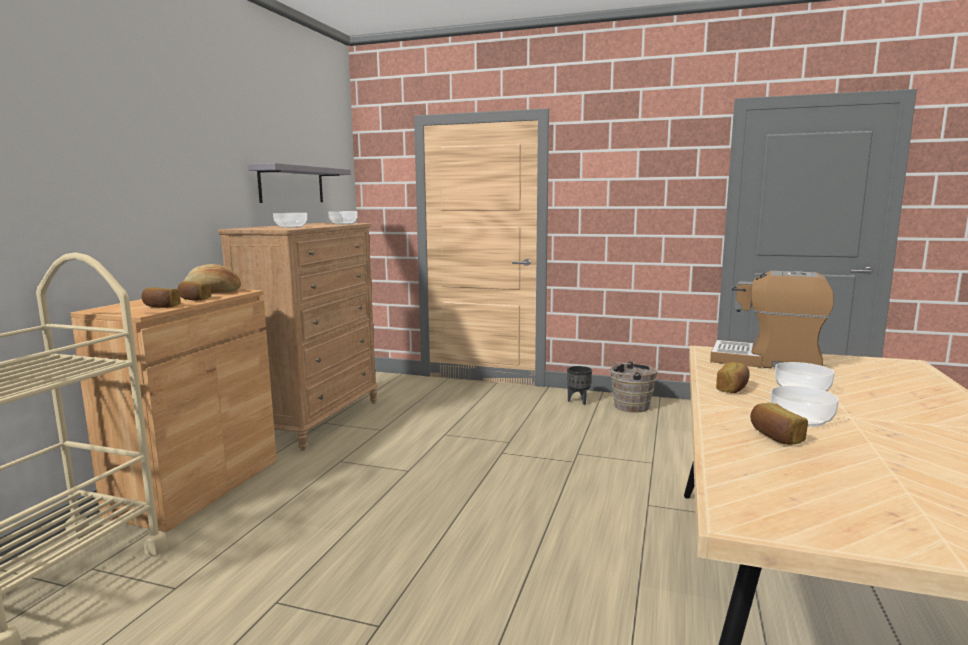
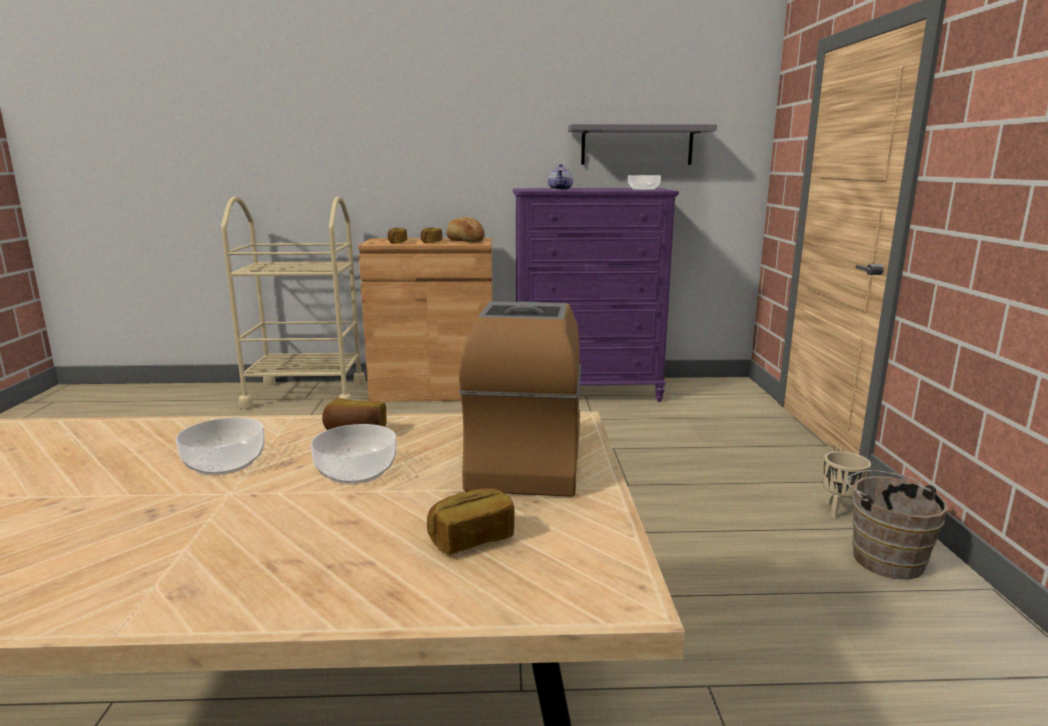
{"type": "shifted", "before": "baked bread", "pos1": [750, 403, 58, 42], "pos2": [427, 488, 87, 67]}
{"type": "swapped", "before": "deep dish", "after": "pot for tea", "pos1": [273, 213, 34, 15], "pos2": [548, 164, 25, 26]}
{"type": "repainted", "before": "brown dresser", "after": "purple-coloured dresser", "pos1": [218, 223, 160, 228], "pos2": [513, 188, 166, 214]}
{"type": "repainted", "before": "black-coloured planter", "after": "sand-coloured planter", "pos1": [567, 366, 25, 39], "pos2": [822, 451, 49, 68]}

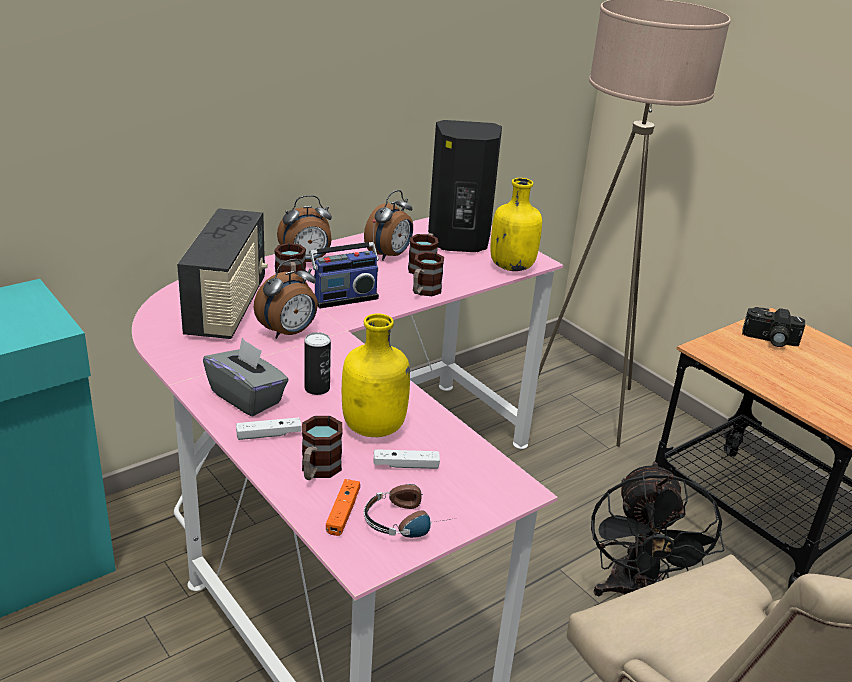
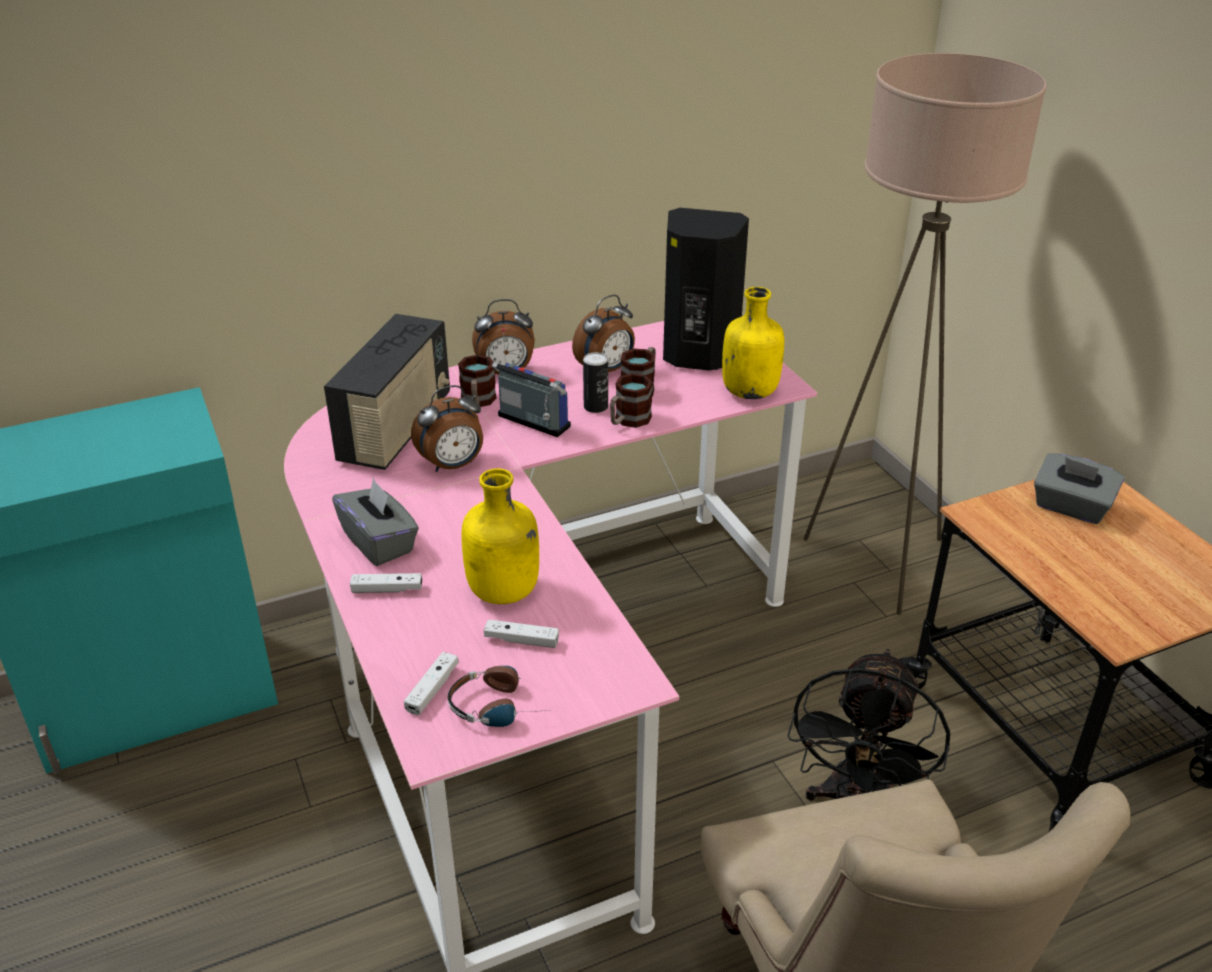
{"type": "gone", "before": "mug", "pos1": [302, 416, 41, 64]}
{"type": "shifted", "before": "can", "pos1": [304, 332, 27, 63], "pos2": [583, 352, 25, 61]}
{"type": "swapped", "before": "photo camera", "after": "grey tissue holder", "pos1": [742, 307, 63, 40], "pos2": [1034, 453, 91, 71]}
{"type": "repainted", "before": "orange joypad", "after": "white-coloured joypad", "pos1": [326, 479, 34, 57], "pos2": [404, 652, 55, 63]}
{"type": "rotated", "before": "radio", "pos1": [310, 219, 69, 90], "pos2": [492, 328, 79, 109], "turn": -135}

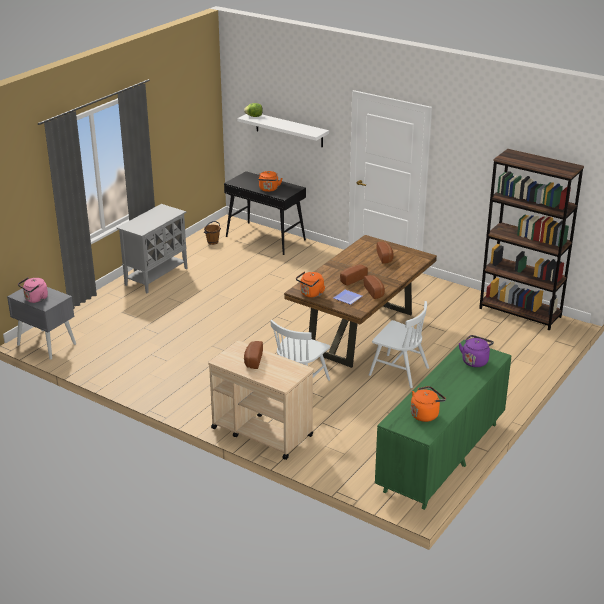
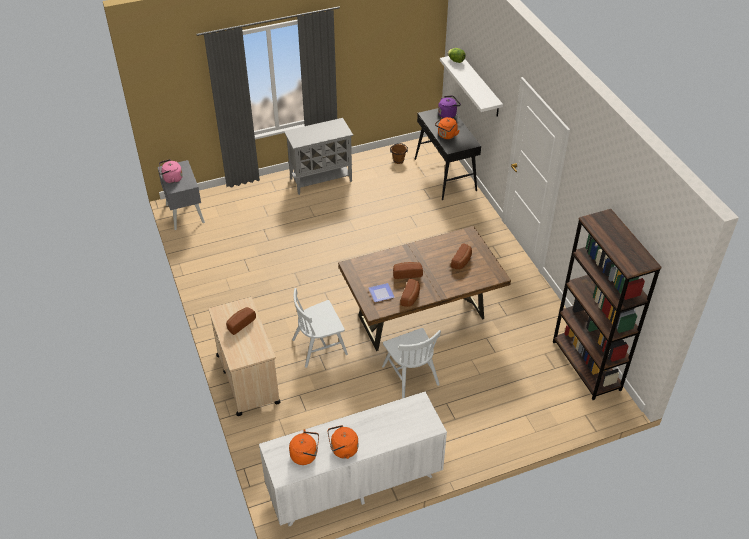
{"type": "shifted", "before": "orange water kettle", "pos1": [296, 271, 29, 27], "pos2": [328, 425, 30, 34]}
{"type": "shifted", "before": "purple-coloured water kettle", "pos1": [459, 335, 35, 32], "pos2": [438, 96, 23, 22]}
{"type": "repainted", "before": "greenish dresser", "after": "white-coloured dresser", "pos1": [375, 340, 137, 170], "pos2": [259, 392, 188, 134]}

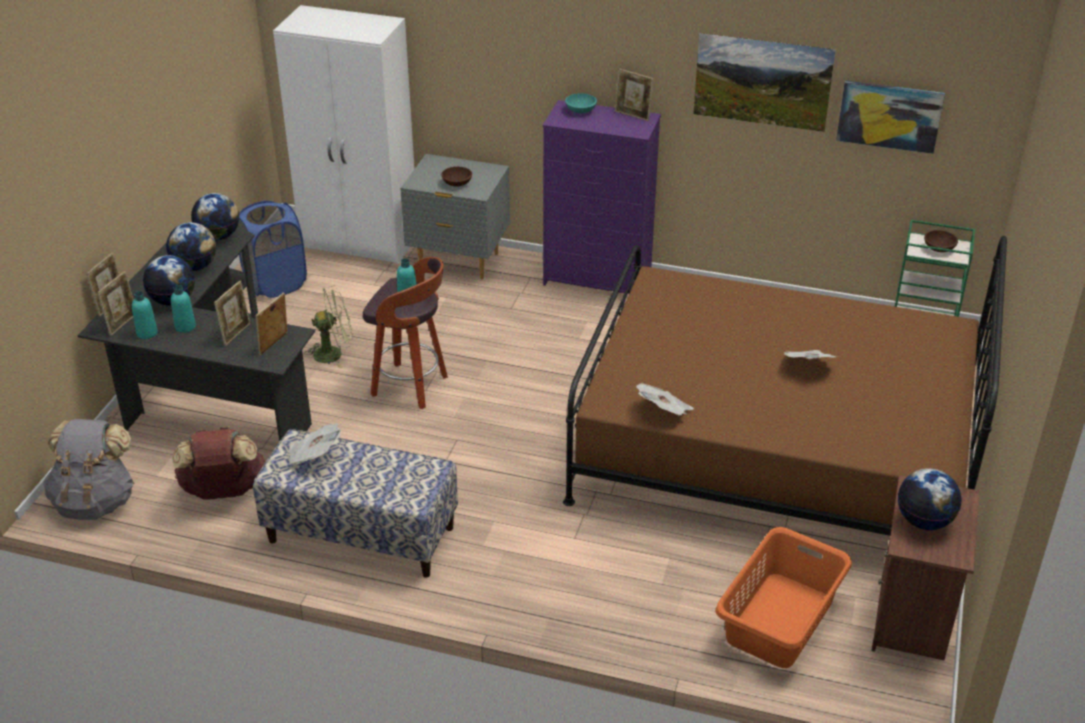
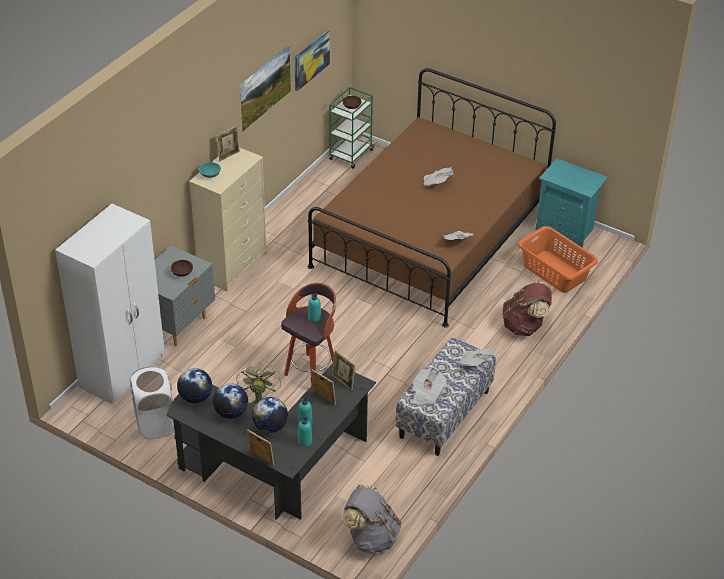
{"type": "gone", "before": "photo frame", "pos1": [97, 271, 37, 65]}
{"type": "gone", "before": "globe", "pos1": [898, 468, 64, 62]}
{"type": "new", "after": "printed paper", "pos2": [458, 348, 35, 18]}
{"type": "shifted", "before": "brown rucksack", "pos1": [172, 427, 93, 73], "pos2": [502, 281, 50, 55]}
{"type": "repainted", "before": "blue-coloured laundry basket", "after": "white-coloured laundry basket", "pos1": [237, 200, 70, 98], "pos2": [130, 366, 44, 74]}
{"type": "repainted", "before": "purple-coloured dresser", "after": "sand-coloured dresser", "pos1": [543, 100, 118, 194], "pos2": [189, 147, 78, 144]}
{"type": "repainted", "before": "brown bedside table", "after": "blue-green bedside table", "pos1": [872, 475, 108, 185], "pos2": [535, 158, 73, 90]}

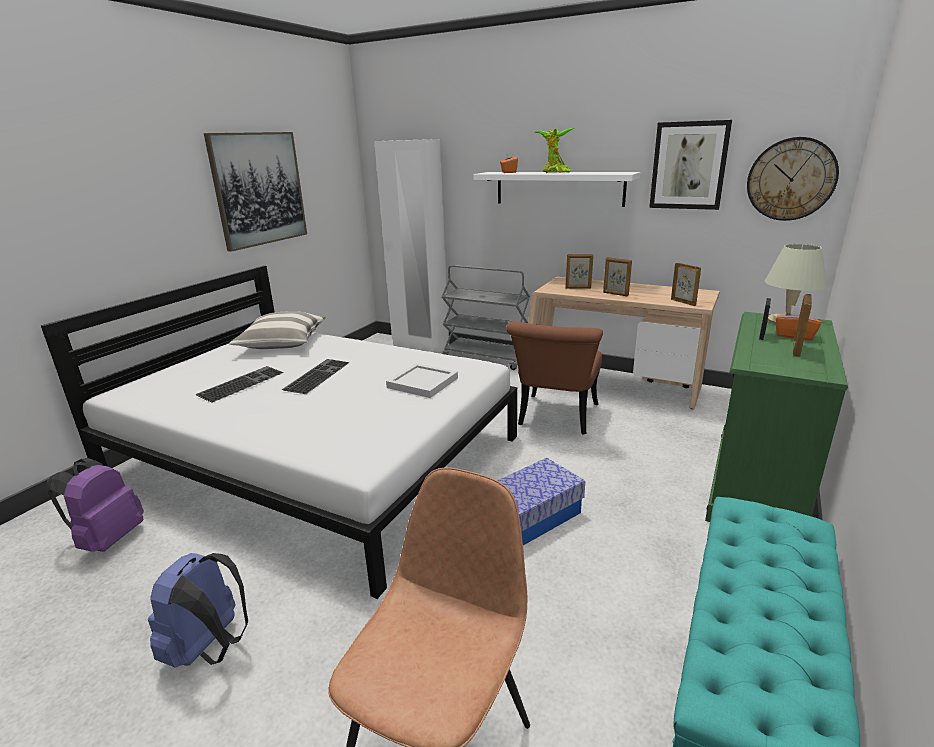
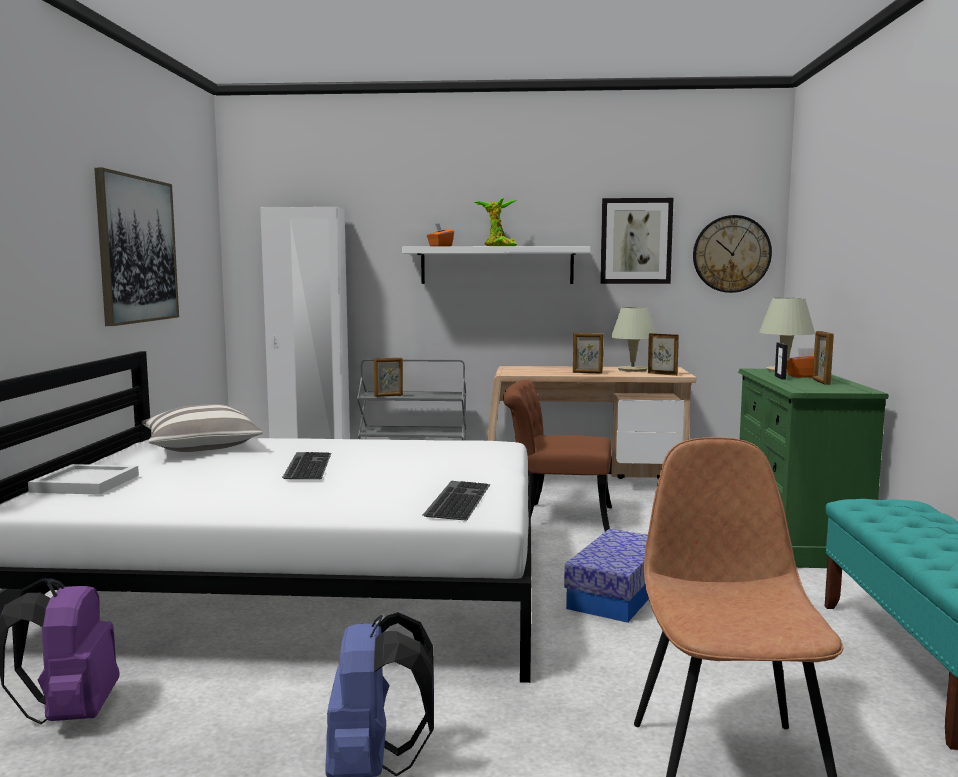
{"type": "new", "after": "sand-coloured lamp for a table", "pos2": [611, 307, 44, 65]}
{"type": "shifted", "before": "keyboard", "pos1": [195, 366, 89, 37], "pos2": [423, 481, 67, 40]}
{"type": "shifted", "before": "white-coloured tray", "pos1": [386, 363, 72, 35], "pos2": [28, 464, 111, 31]}
{"type": "shifted", "before": "photo frame", "pos1": [565, 254, 28, 35], "pos2": [374, 358, 29, 39]}
{"type": "rotated", "before": "brown plain chair", "pos1": [506, 321, 97, 114], "pos2": [503, 380, 109, 152], "turn": 105}

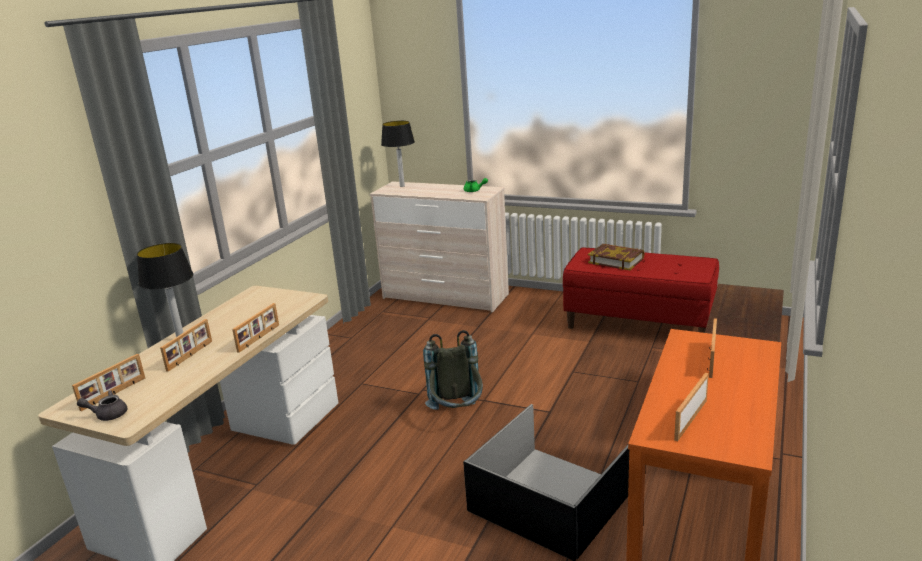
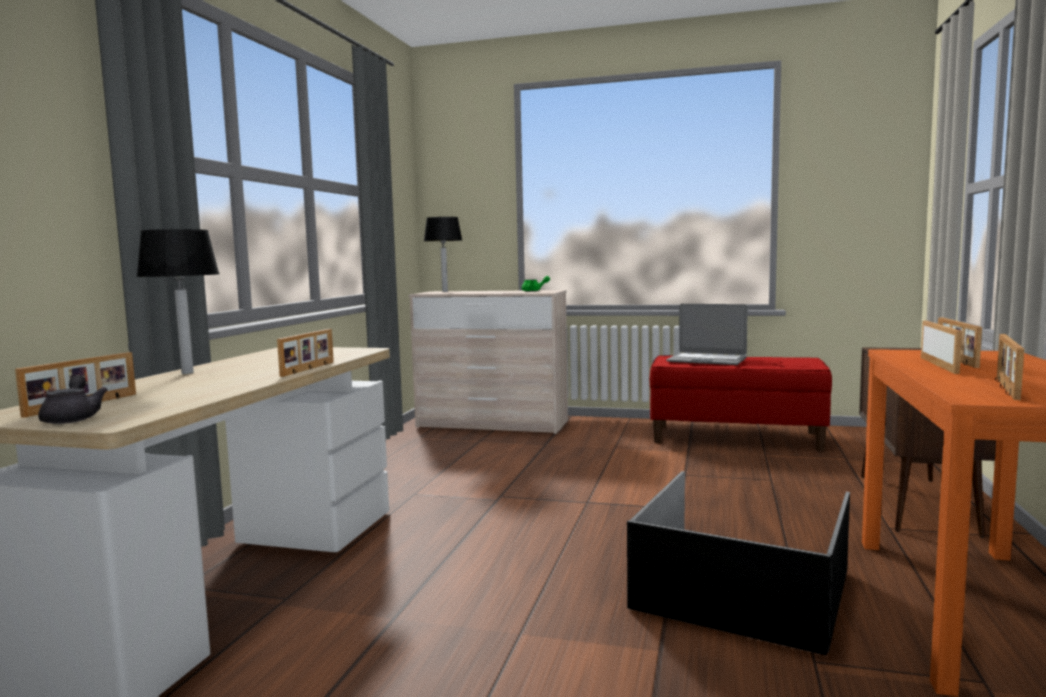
{"type": "gone", "before": "grey rucksack", "pos1": [423, 330, 60, 80]}
{"type": "shifted", "before": "photo frame", "pos1": [160, 319, 52, 53], "pos2": [921, 321, 41, 53]}
{"type": "swapped", "before": "volume", "after": "laptop", "pos1": [588, 244, 57, 26], "pos2": [666, 304, 82, 61]}
{"type": "rotated", "before": "grey pot for tea", "pos1": [77, 390, 50, 31], "pos2": [38, 375, 70, 49], "turn": 90}

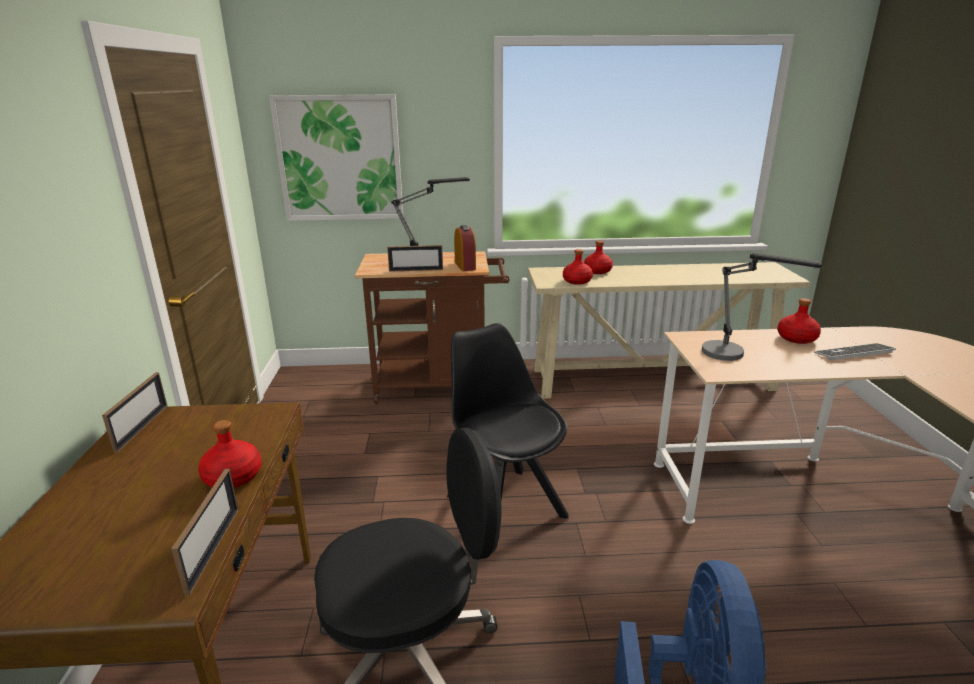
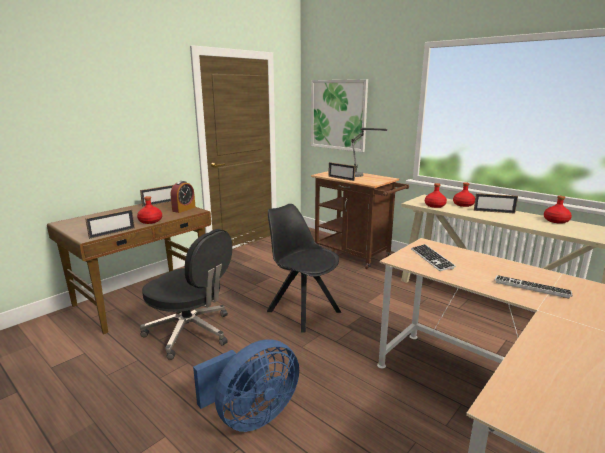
{"type": "new", "after": "photo frame", "pos2": [474, 193, 44, 21]}
{"type": "shifted", "before": "alarm clock", "pos1": [454, 225, 22, 46], "pos2": [171, 181, 24, 32]}
{"type": "shifted", "before": "red beverage bottle", "pos1": [777, 298, 44, 46], "pos2": [544, 196, 28, 28]}
{"type": "swapped", "before": "lamp for a table", "after": "keyboard", "pos1": [702, 253, 120, 108], "pos2": [411, 244, 45, 27]}
{"type": "rotated", "before": "black-coloured plain chair", "pos1": [447, 323, 122, 196], "pos2": [267, 204, 74, 129], "turn": -60}

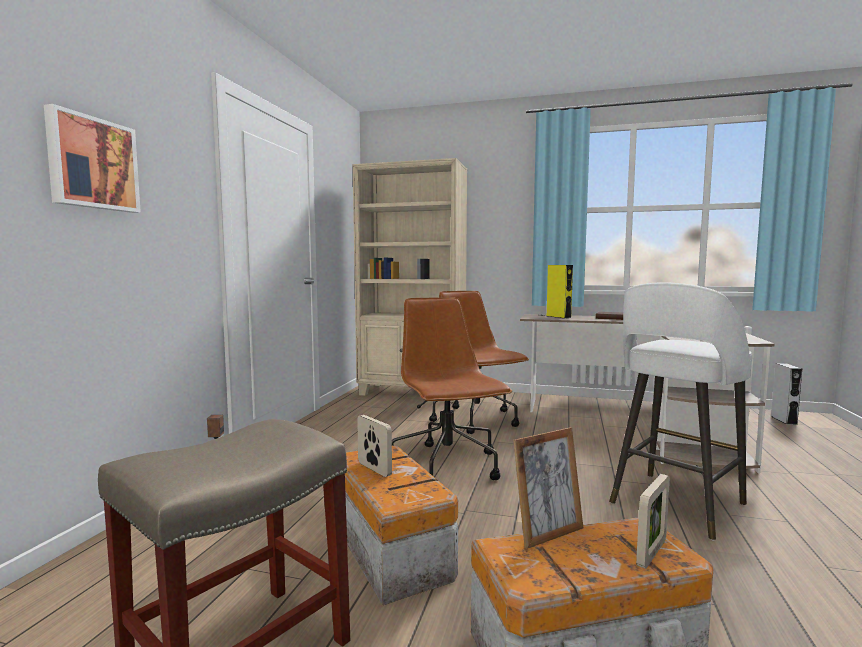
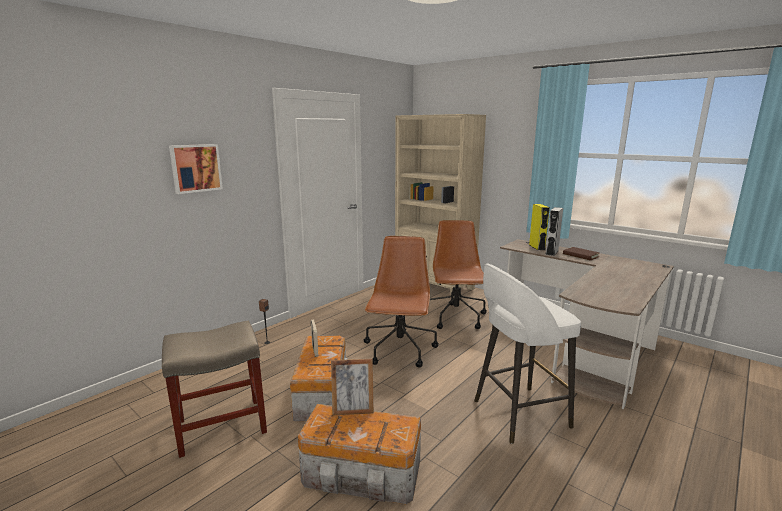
{"type": "gone", "before": "photo frame", "pos1": [636, 474, 34, 95]}
{"type": "shifted", "before": "grey audio speaker", "pos1": [771, 363, 31, 62], "pos2": [545, 207, 18, 49]}

